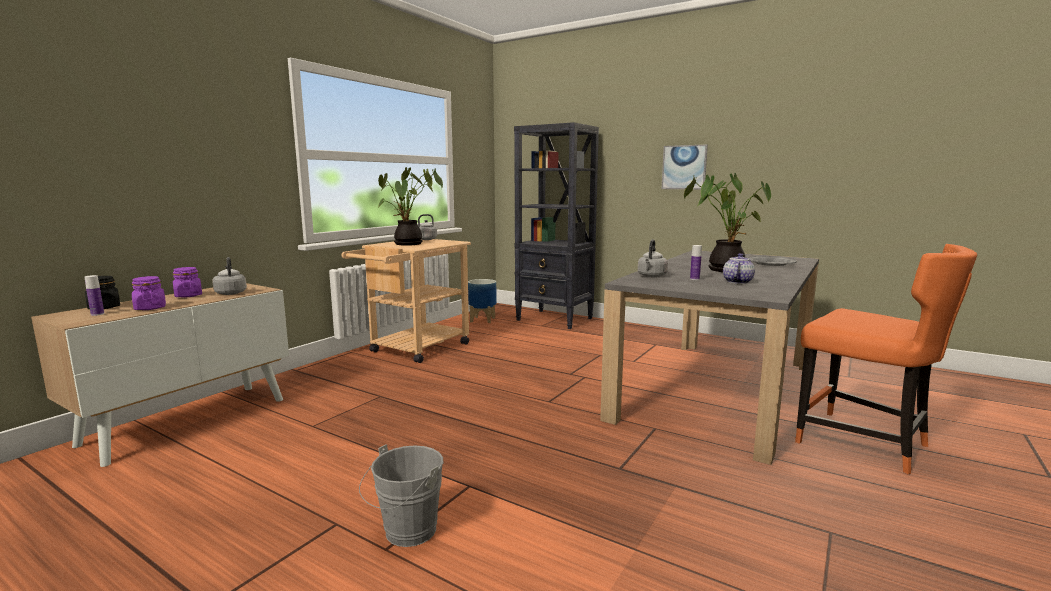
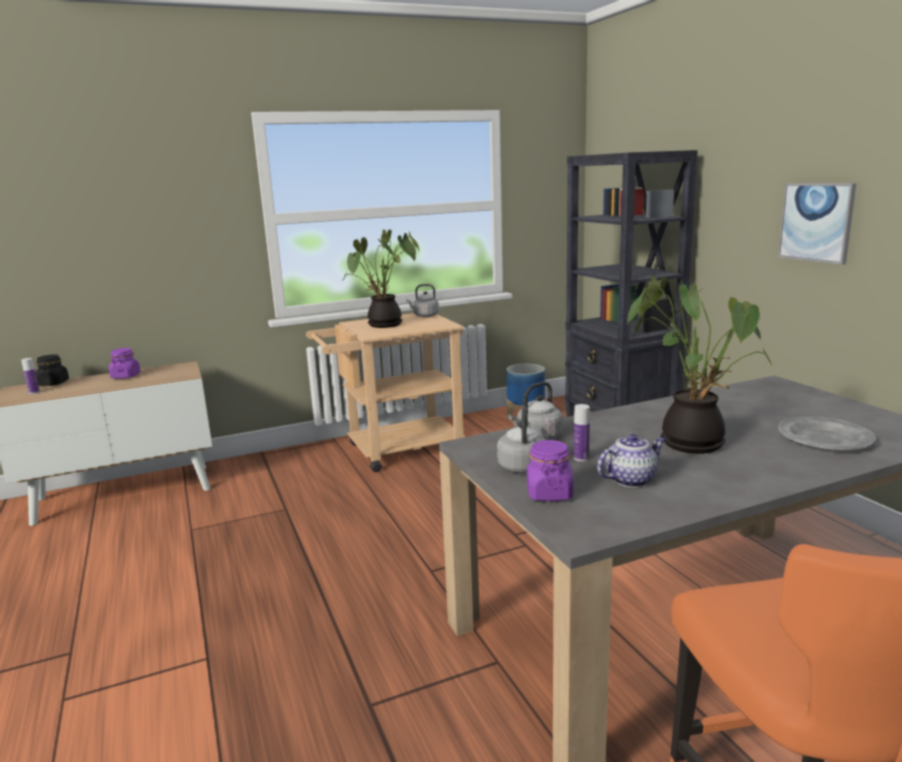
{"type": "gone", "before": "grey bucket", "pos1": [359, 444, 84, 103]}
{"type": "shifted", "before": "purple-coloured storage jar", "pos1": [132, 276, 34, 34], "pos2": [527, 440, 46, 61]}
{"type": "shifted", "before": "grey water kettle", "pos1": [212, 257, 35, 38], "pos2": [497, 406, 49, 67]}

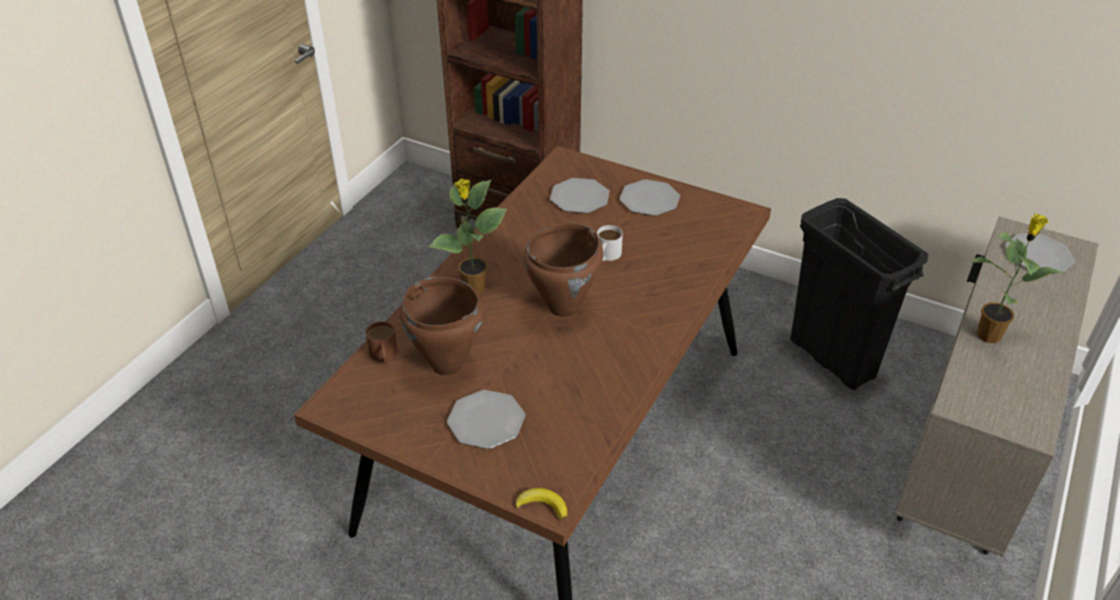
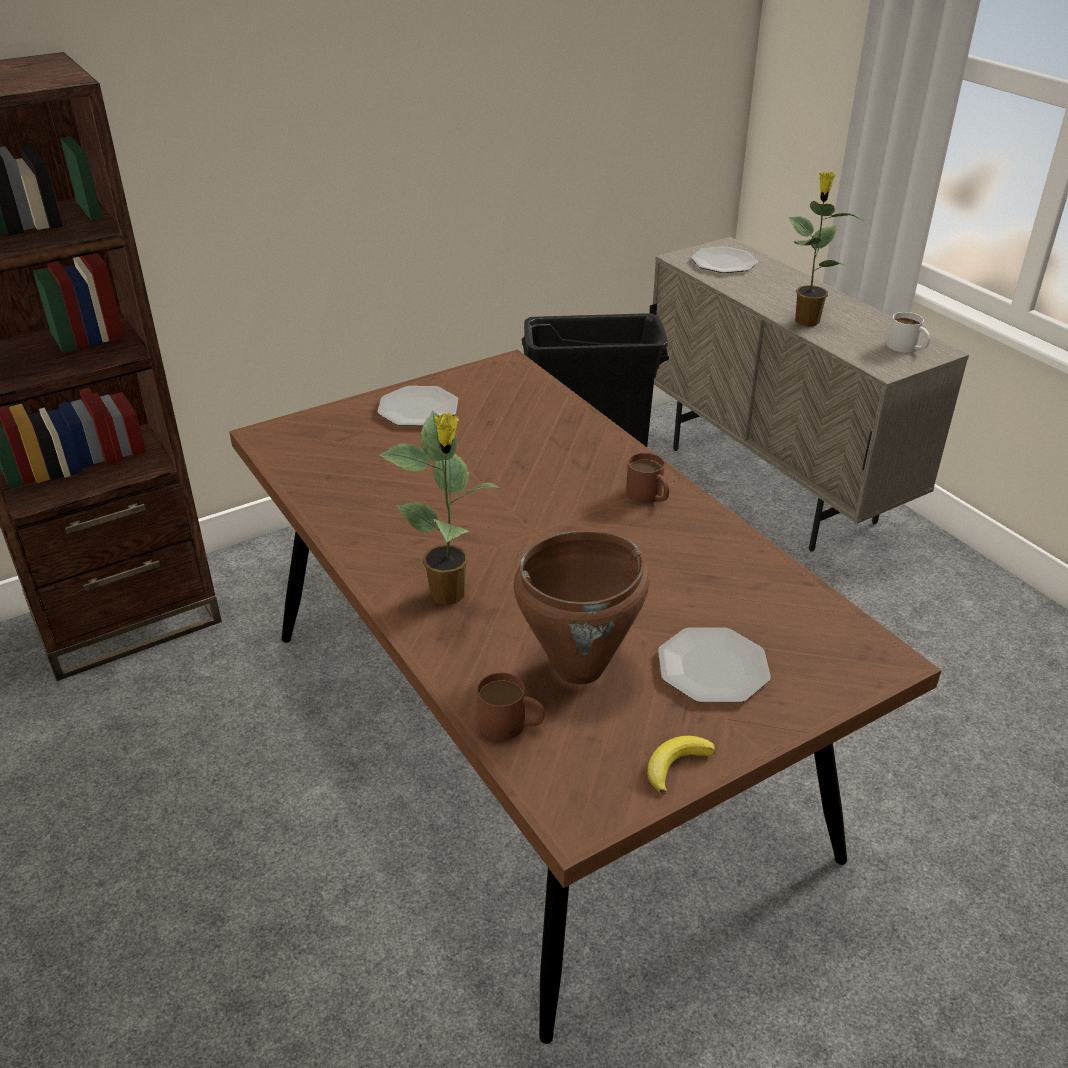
{"type": "gone", "before": "brown saucepot", "pos1": [523, 223, 80, 94]}
{"type": "gone", "before": "dinner plate", "pos1": [550, 178, 59, 35]}
{"type": "new", "after": "brown mug", "pos2": [626, 453, 43, 50]}
{"type": "shifted", "before": "banana", "pos1": [515, 488, 53, 32], "pos2": [647, 736, 68, 59]}
{"type": "shifted", "before": "white-coloured mug", "pos1": [597, 225, 26, 36], "pos2": [887, 312, 43, 41]}

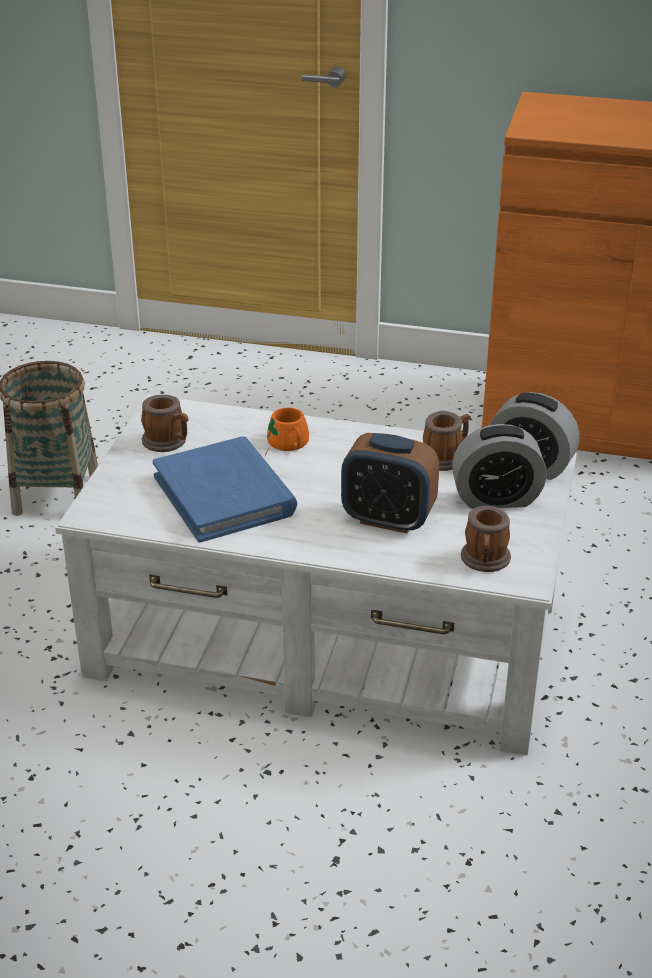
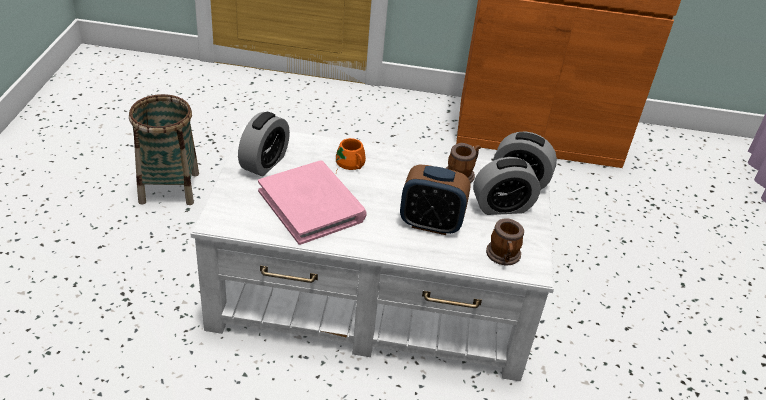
{"type": "swapped", "before": "mug", "after": "alarm clock", "pos1": [141, 395, 48, 57], "pos2": [238, 112, 52, 64]}
{"type": "repainted", "before": "blue-coloured volume", "after": "pink-coloured volume", "pos1": [153, 436, 144, 107], "pos2": [258, 160, 109, 85]}

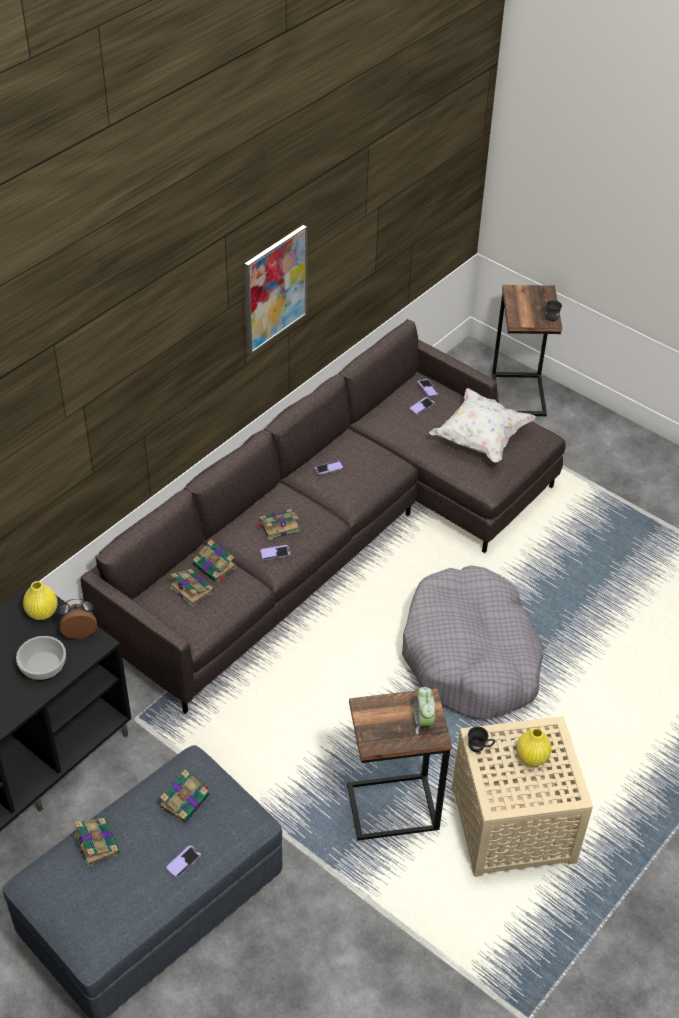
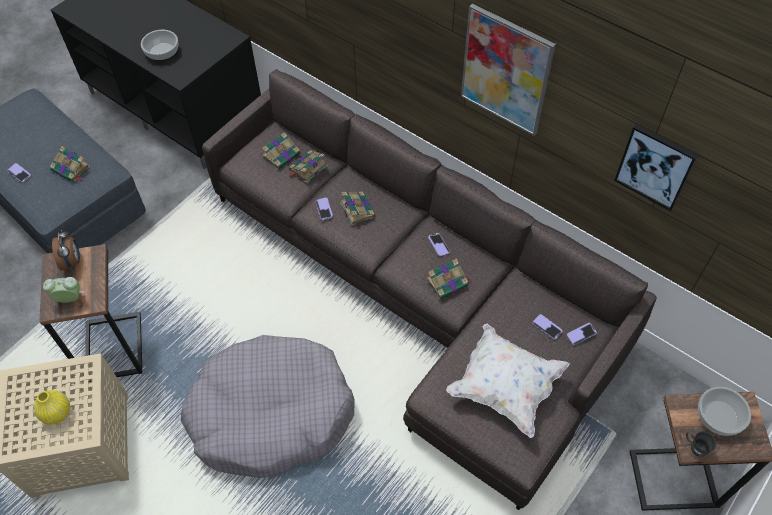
{"type": "gone", "before": "yellowish decorative vase", "pos1": [23, 581, 34, 39]}
{"type": "gone", "before": "grey mug", "pos1": [468, 726, 27, 26]}
{"type": "new", "after": "wall art", "pos2": [614, 123, 84, 88]}
{"type": "new", "after": "deep dish", "pos2": [698, 387, 53, 49]}
{"type": "shifted", "before": "alarm clock", "pos1": [59, 598, 38, 41], "pos2": [52, 230, 28, 41]}
{"type": "shifted", "before": "volume", "pos1": [74, 818, 46, 49], "pos2": [426, 258, 44, 41]}

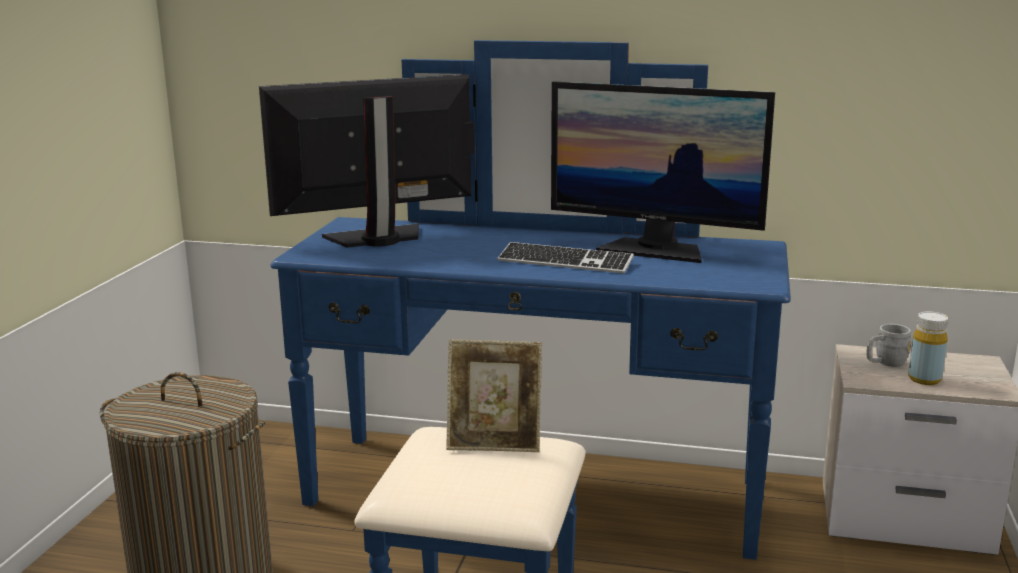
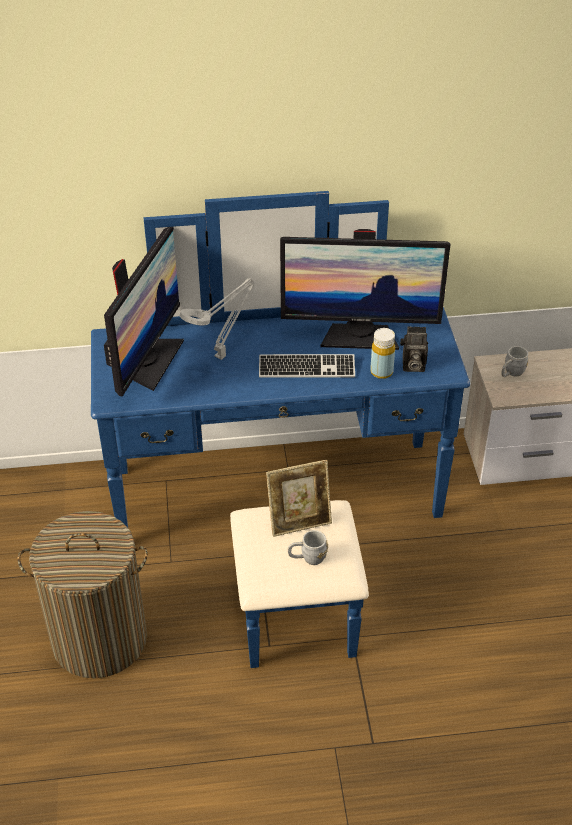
{"type": "new", "after": "grey lamp for a table", "pos2": [180, 278, 74, 82]}
{"type": "new", "after": "grey mug", "pos2": [288, 530, 40, 35]}
{"type": "new", "after": "photo camera", "pos2": [400, 326, 28, 46]}
{"type": "shifted", "before": "yellowish beverage bottle", "pos1": [908, 311, 40, 74], "pos2": [370, 328, 25, 51]}
{"type": "rotated", "before": "computer display", "pos1": [259, 74, 215, 174], "pos2": [104, 227, 80, 170], "turn": 150}

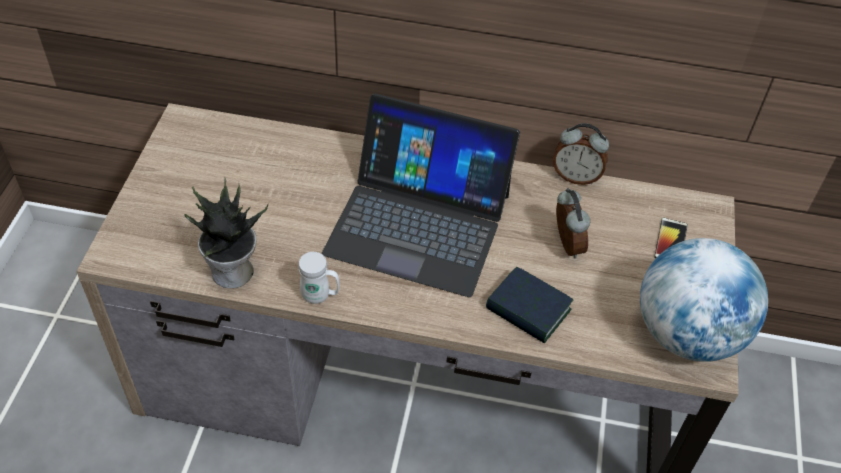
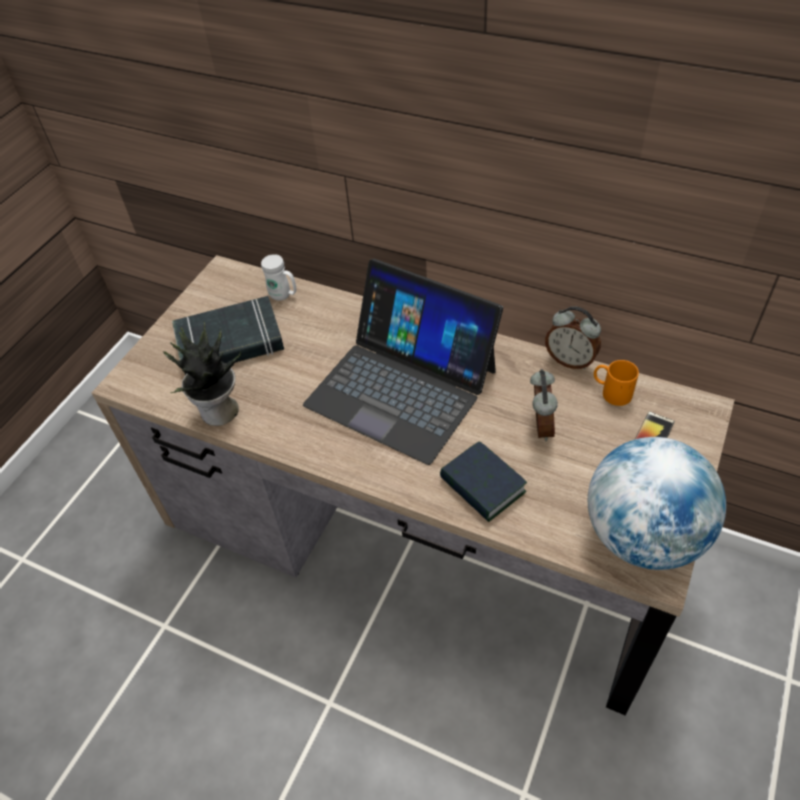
{"type": "new", "after": "black-coloured volume", "pos2": [172, 296, 112, 79]}
{"type": "new", "after": "orange mug", "pos2": [594, 360, 45, 46]}
{"type": "shifted", "before": "white-coloured mug", "pos1": [299, 252, 41, 52], "pos2": [261, 254, 35, 46]}

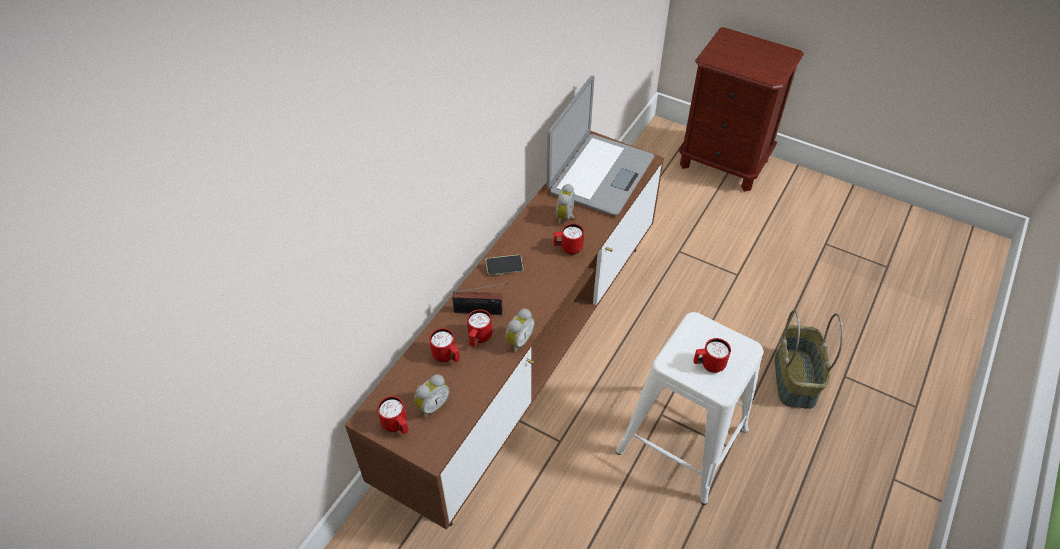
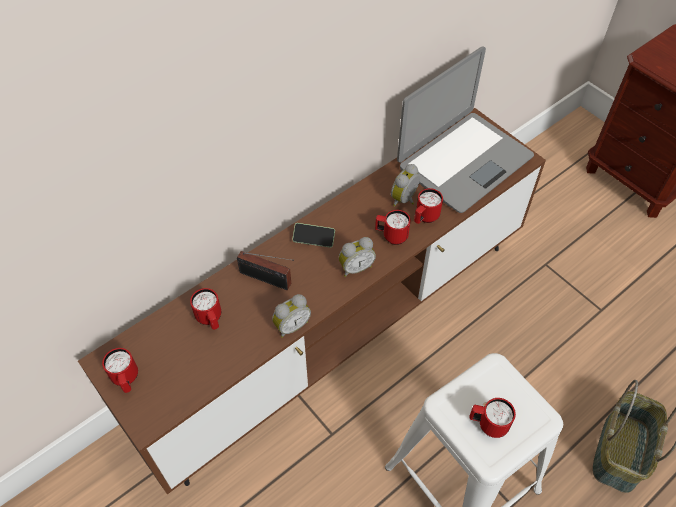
{"type": "shifted", "before": "alarm clock", "pos1": [414, 374, 36, 44], "pos2": [339, 237, 37, 40]}
{"type": "shifted", "before": "red mug", "pos1": [467, 309, 25, 38], "pos2": [414, 188, 29, 36]}

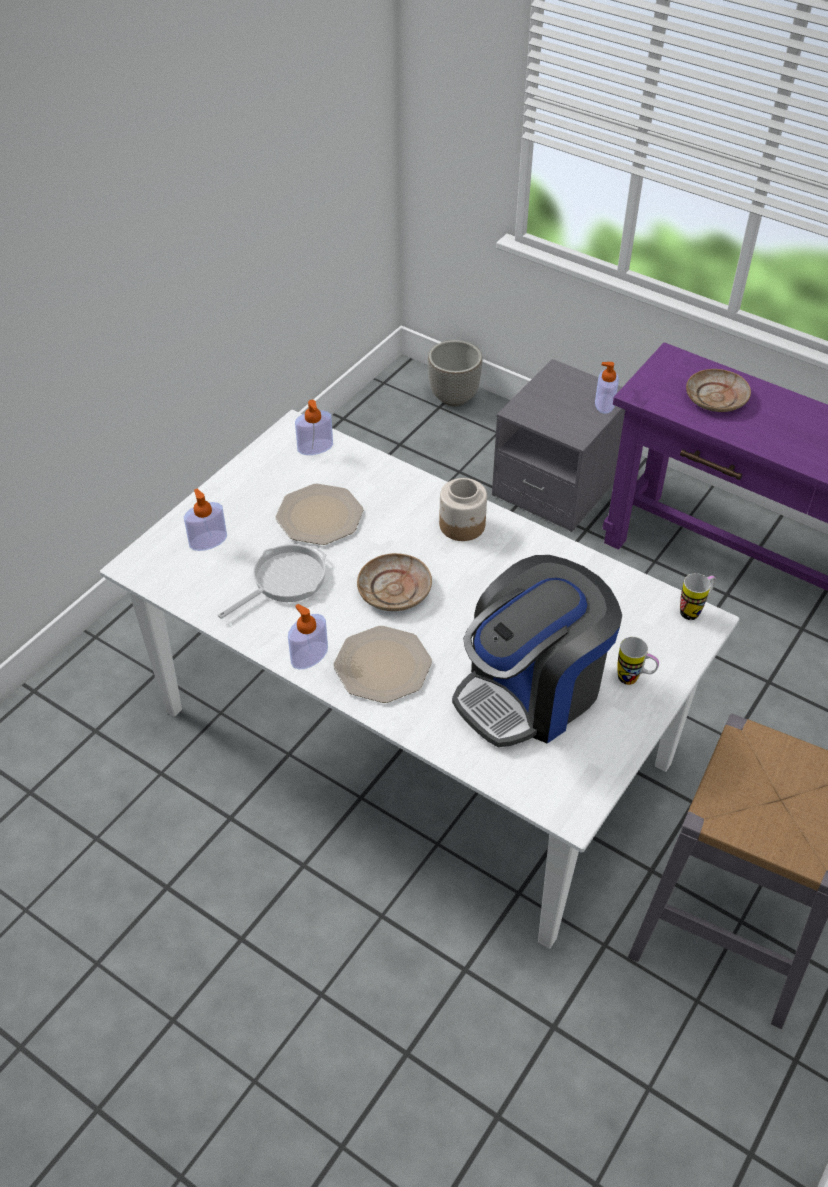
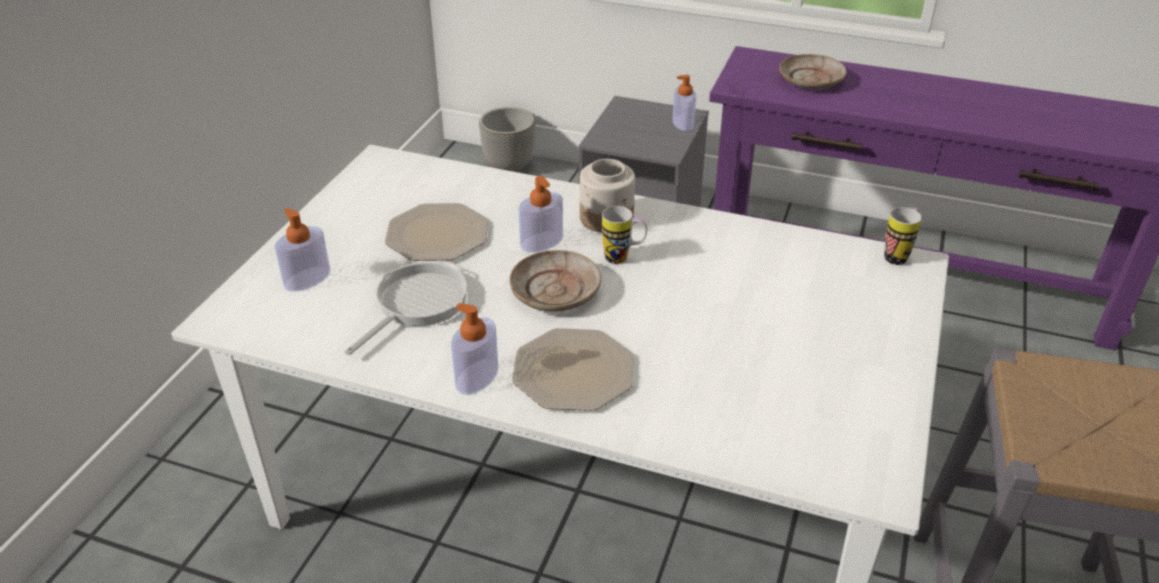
{"type": "gone", "before": "coffee machine", "pos1": [452, 555, 170, 192]}
{"type": "shifted", "before": "soap dispenser", "pos1": [295, 400, 38, 55], "pos2": [519, 176, 44, 76]}
{"type": "shifted", "before": "mug", "pos1": [617, 637, 42, 48], "pos2": [602, 206, 45, 58]}

